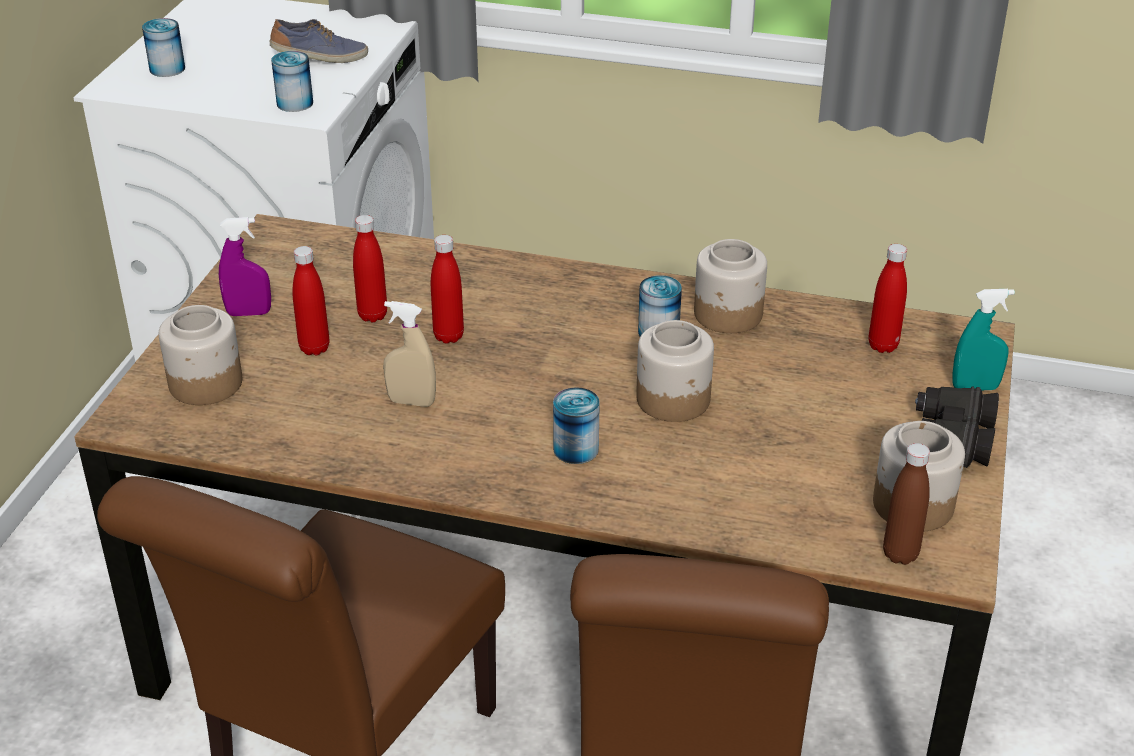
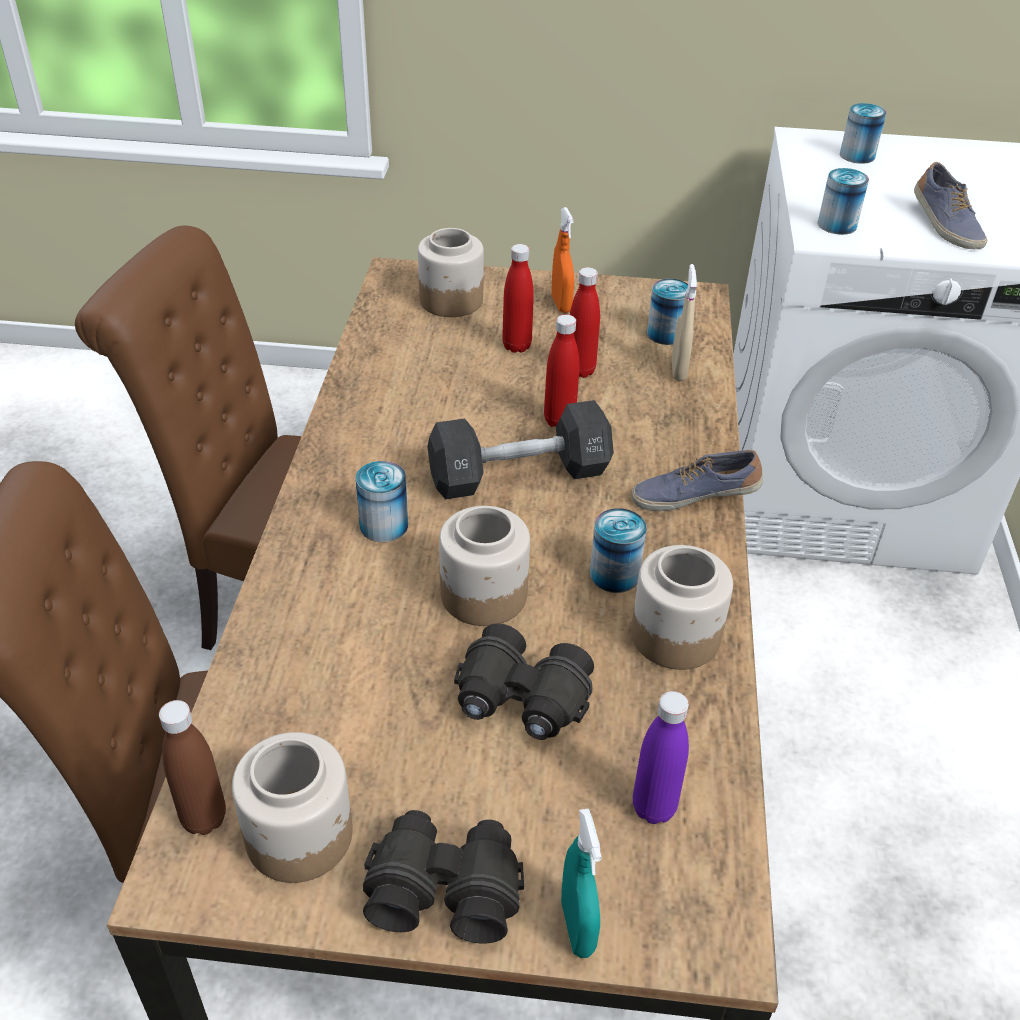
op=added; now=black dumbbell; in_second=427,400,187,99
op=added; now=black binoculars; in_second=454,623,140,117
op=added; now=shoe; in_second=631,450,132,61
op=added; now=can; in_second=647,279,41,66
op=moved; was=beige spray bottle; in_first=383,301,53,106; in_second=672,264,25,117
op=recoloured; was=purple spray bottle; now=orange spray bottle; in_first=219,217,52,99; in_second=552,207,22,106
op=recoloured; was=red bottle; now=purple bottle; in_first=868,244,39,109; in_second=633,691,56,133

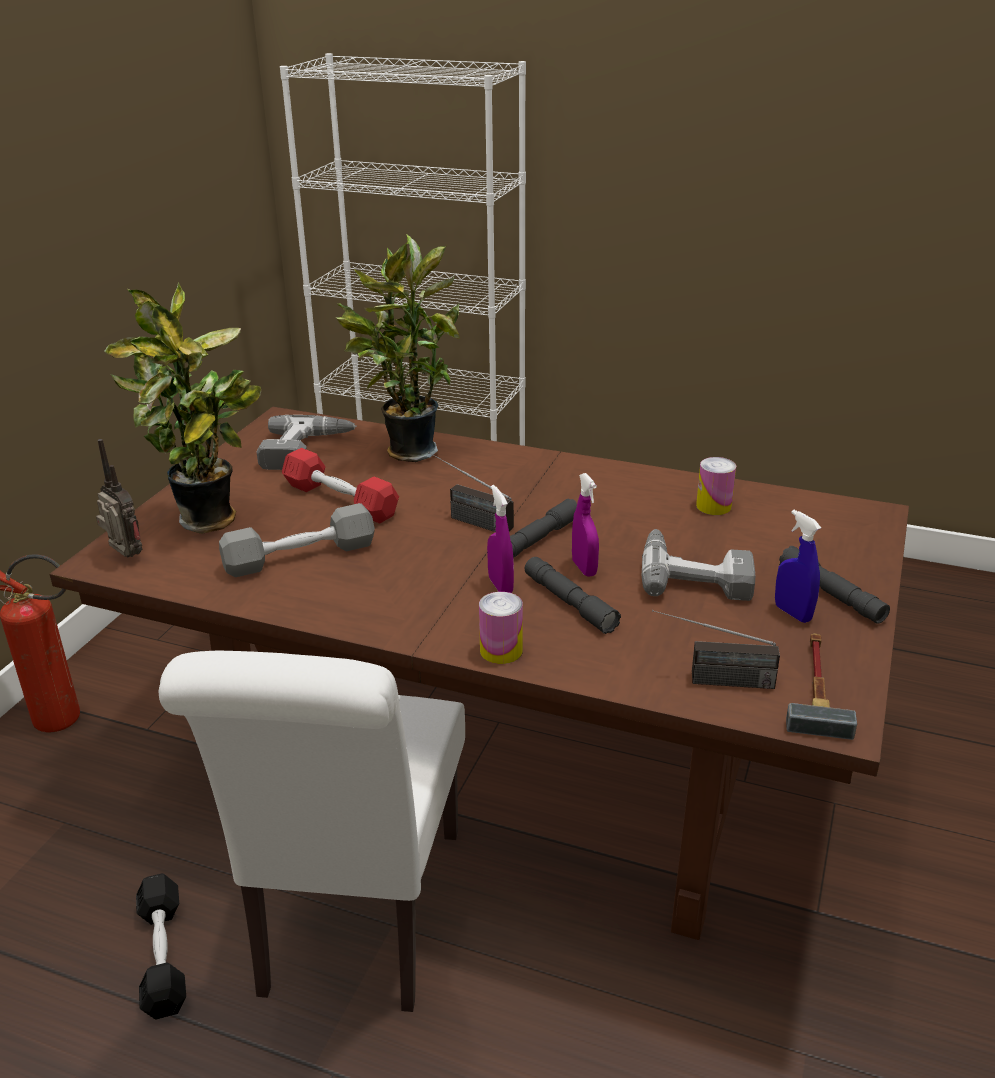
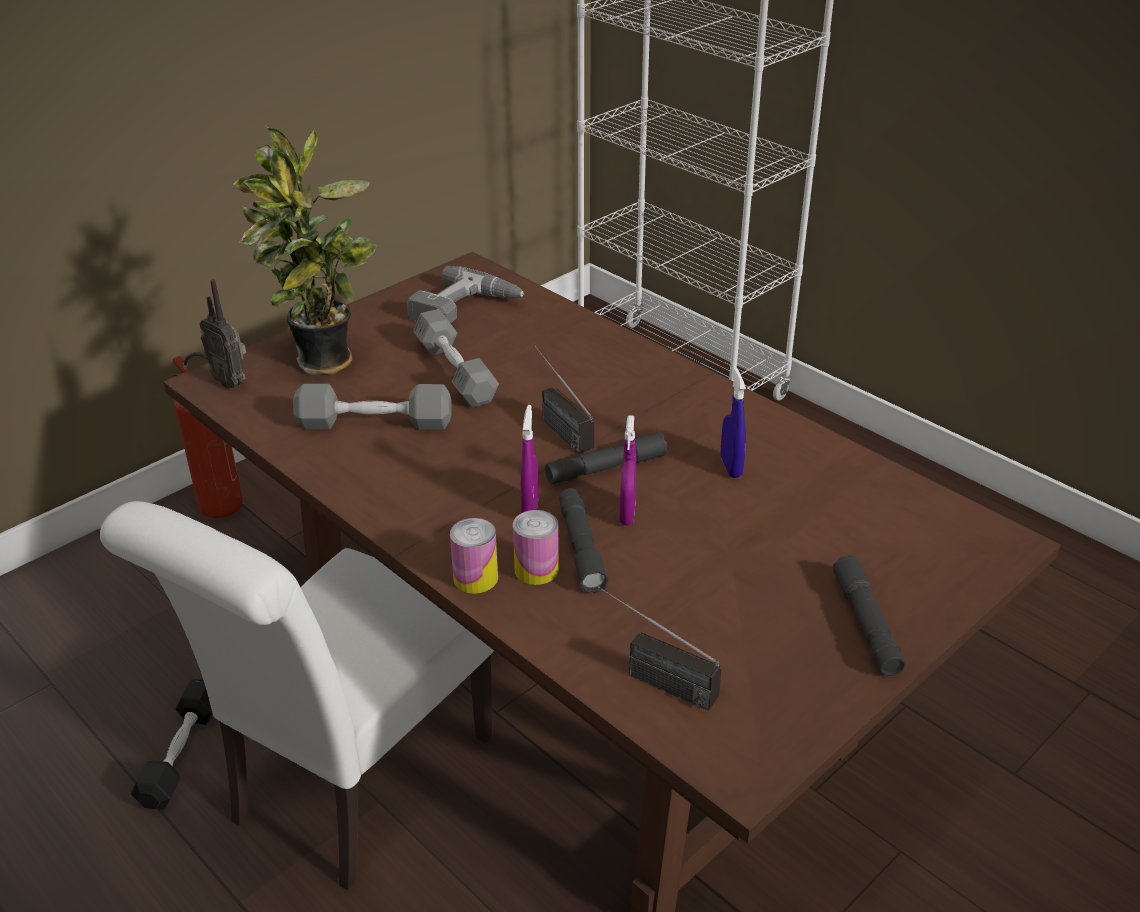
op=removed; was=potted plant; in_first=336,234,124,228
op=removed; was=power drill; in_first=642,529,113,72
op=removed; was=hammer; in_first=786,634,71,106
op=moved; was=can; in_first=696,457,40,58; in_second=513,510,46,75
op=moved; was=blue spray bottle; in_first=775,510,46,113; in_second=721,366,25,112
op=recoloured; was=red dumbbell; now=grey dumbbell; in_first=282,448,117,76; in_second=413,309,86,99
op=turned; was=radio; in_first=96,439,46,118; in_second=199,279,47,110; clockwise=150

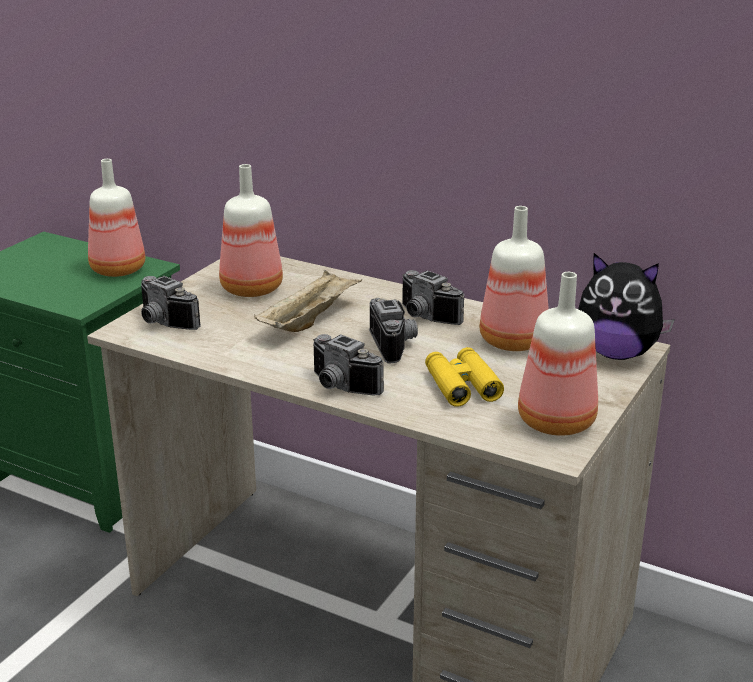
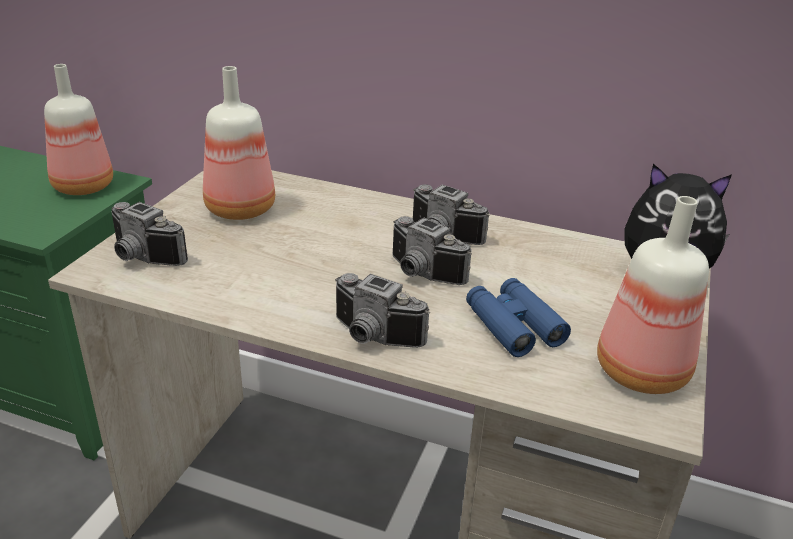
op=removed; was=beige tray; in_first=254,270,108,62
op=removed; was=bottle; in_first=479,206,70,145
op=recoloured; was=yellow binoculars; now=blue binoculars; in_first=425,347,79,60; in_second=466,278,105,79
op=turned; was=photo camera; in_first=369,298,49,66; in_second=392,216,80,69; clockwise=150

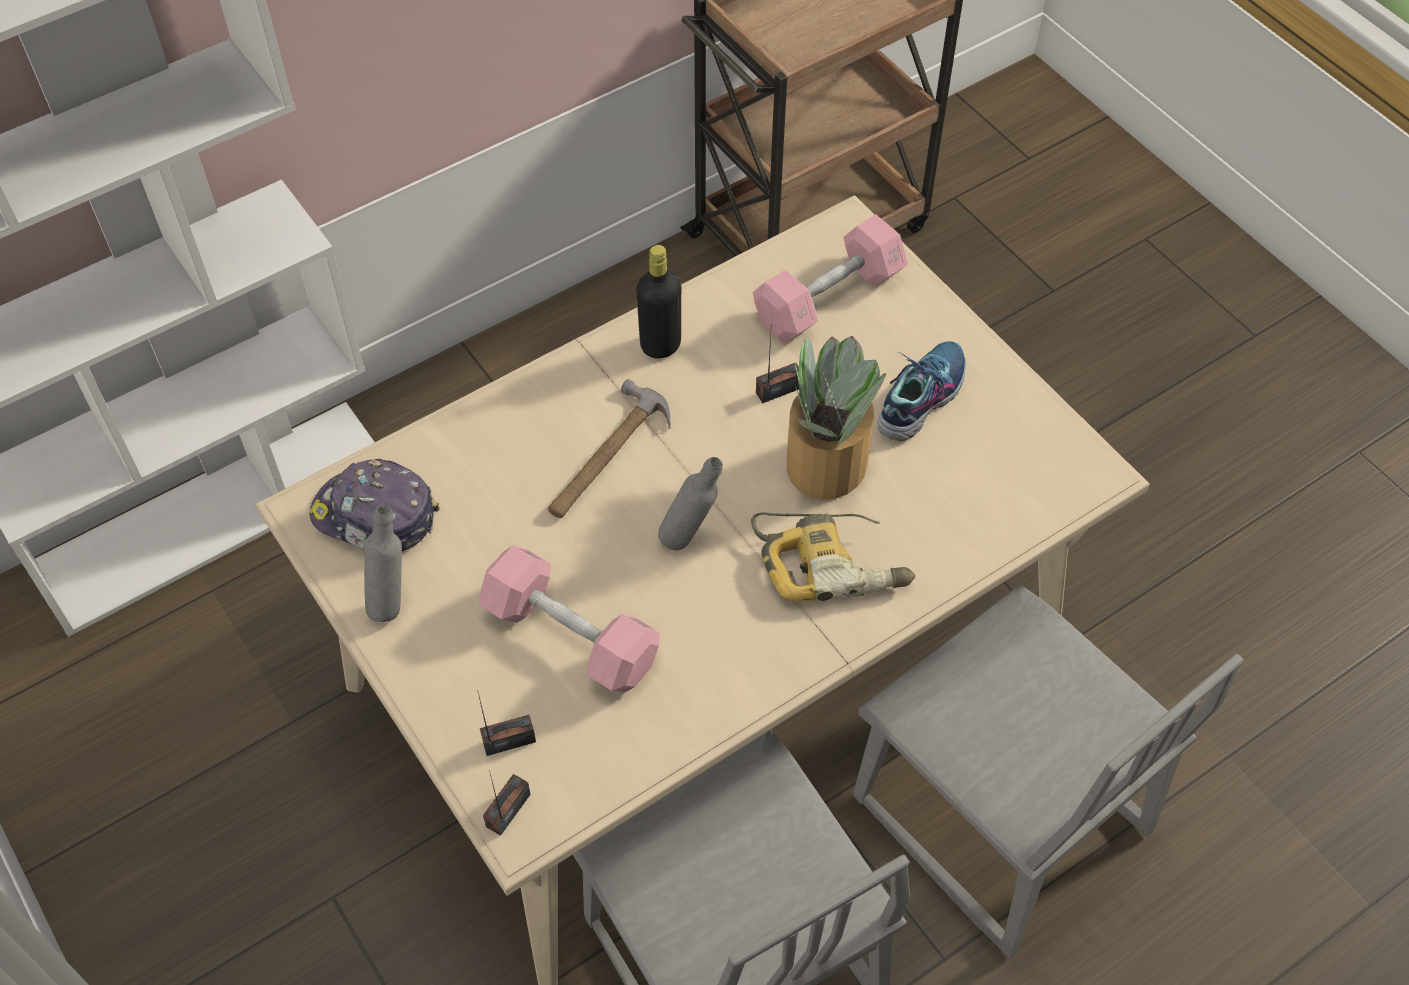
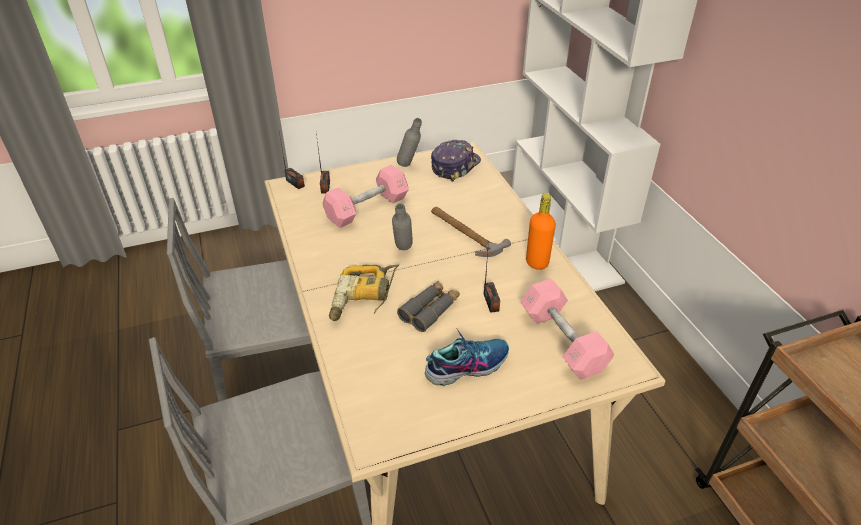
op=replaced; was=potted plant; now=grey binoculars; in_first=786,336,101,164; in_second=397,281,63,51
op=recoloured; was=black bottle; now=orange bottle; in_first=636,245,45,114; in_second=526,193,30,77
op=turned; was=shoe; in_first=877,341,89,100; in_second=425,328,84,58; clockwise=-75

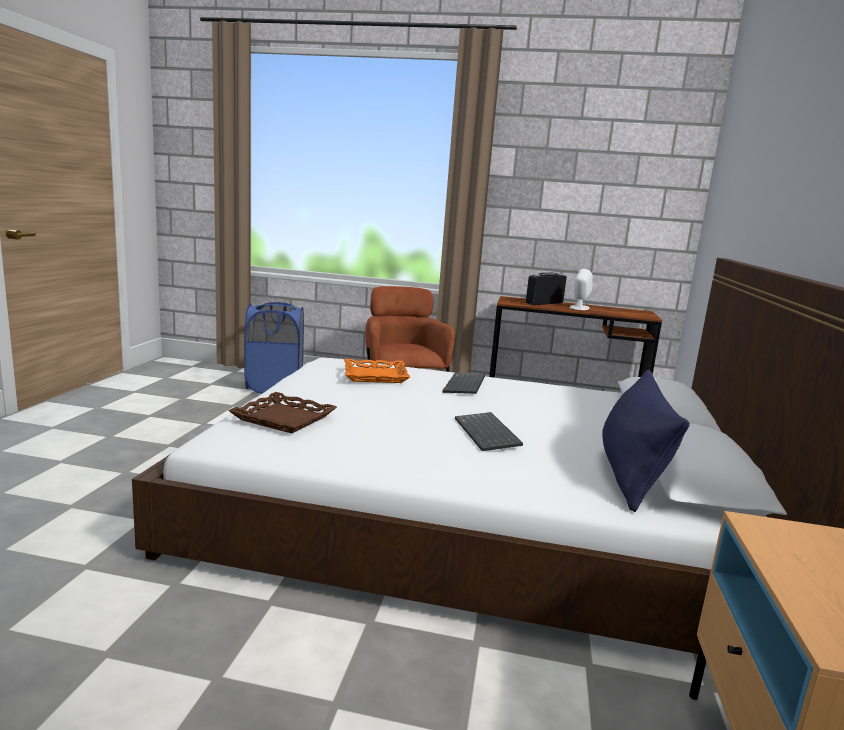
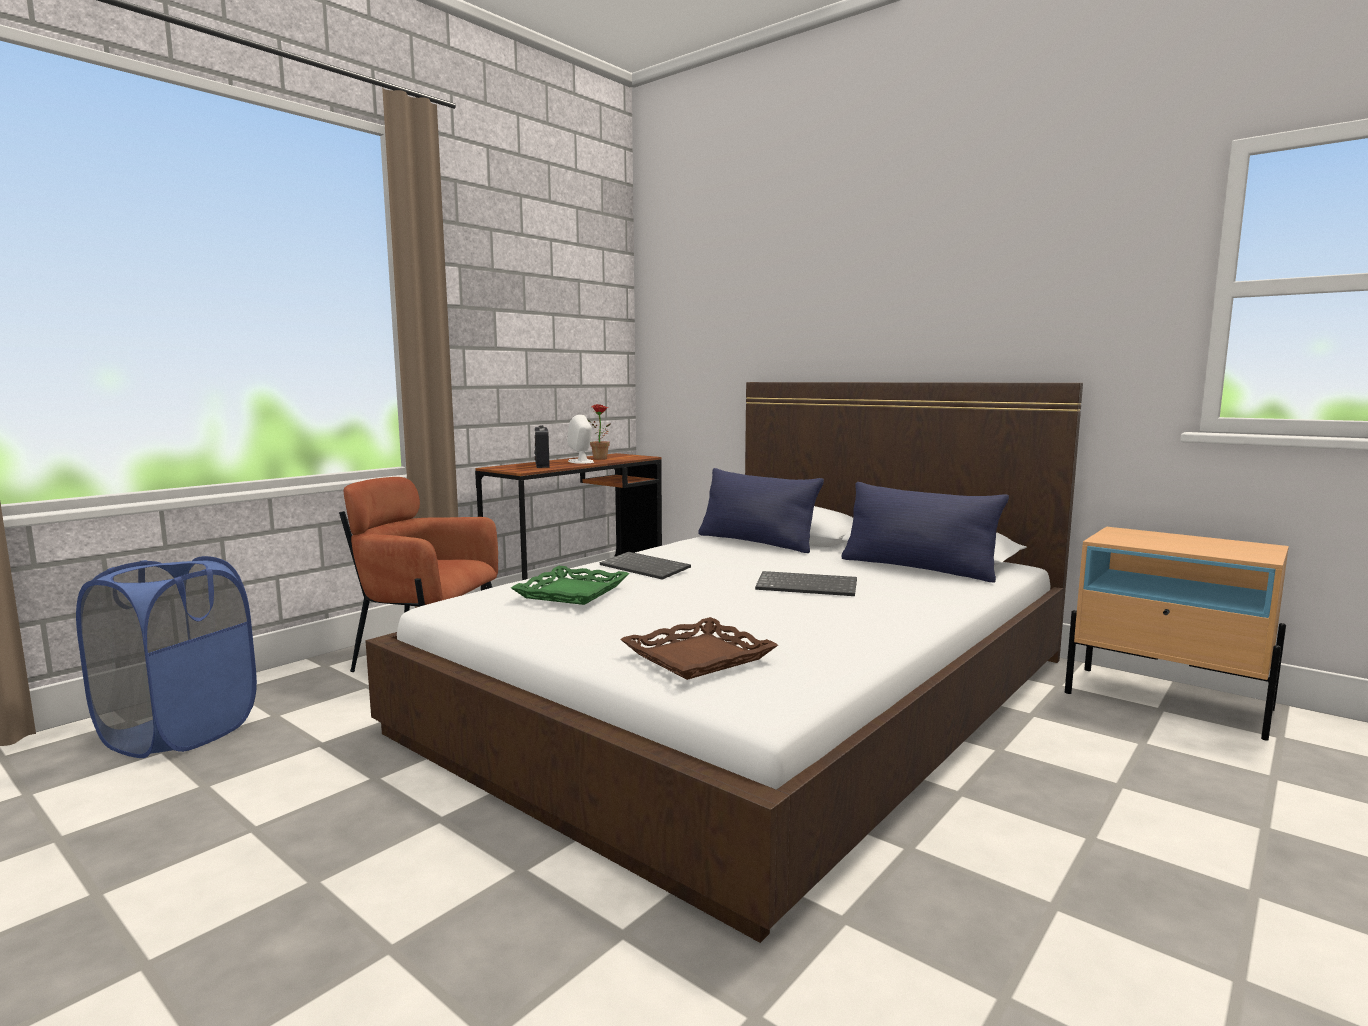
op=added; now=potted plant; in_second=587,404,24,56
op=added; now=blue pillow; in_second=698,468,126,85
op=recoloured; was=orange tray; now=green tray; in_first=344,359,66,24; in_second=511,566,119,39

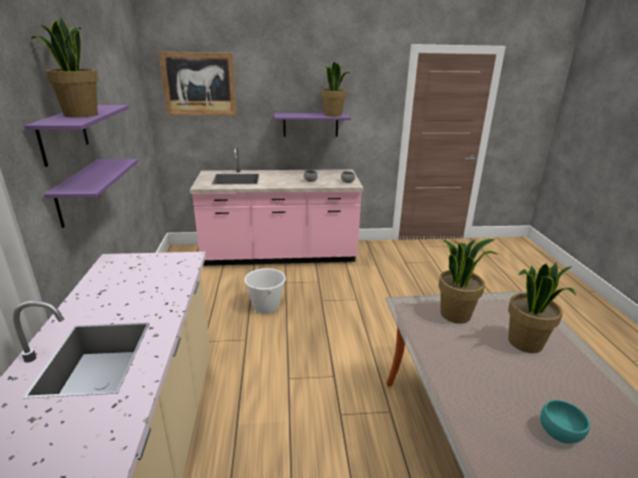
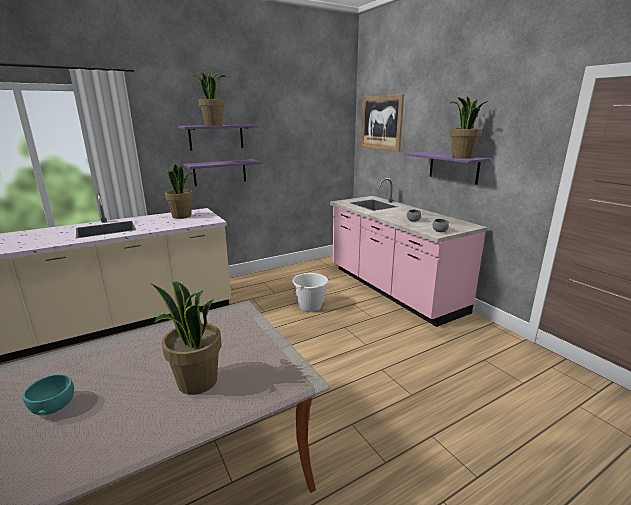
op=moved; was=potted plant; in_first=438,239,61,84; in_second=165,164,30,55

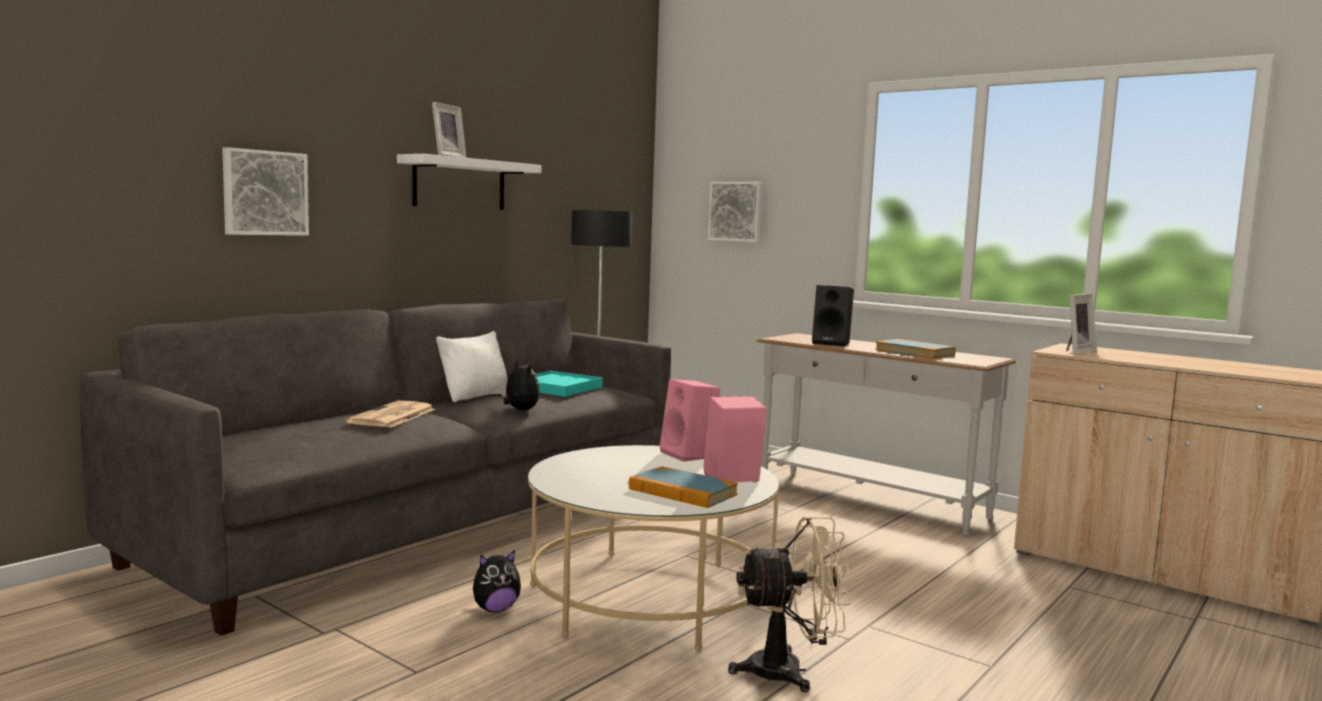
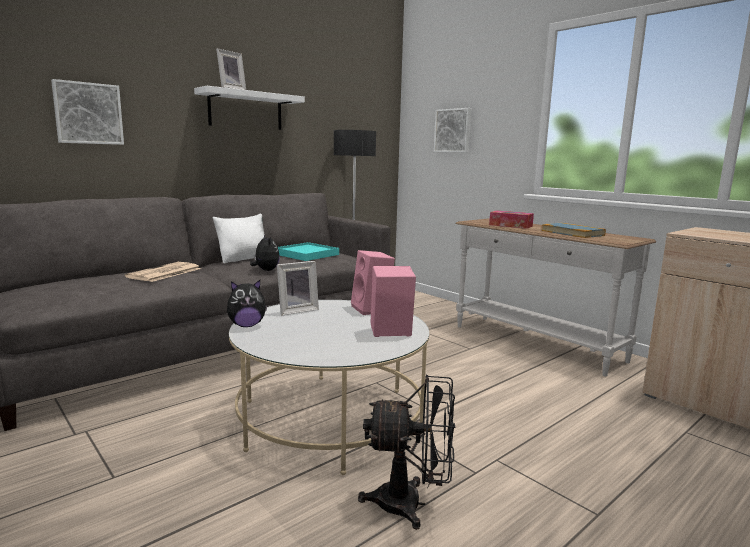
op=removed; was=book; in_first=629,466,109,42
op=moved; was=plush toy; in_first=473,550,48,63; in_second=227,280,40,47
op=moved; was=picture frame; in_first=1066,294,30,61; in_second=277,261,42,54
op=replaced; was=black speaker; now=tissue box; in_first=812,285,42,62; in_second=489,211,45,18
op=recoloured; was=beige fan; now=black fan; in_first=728,517,123,176; in_second=358,375,98,155

